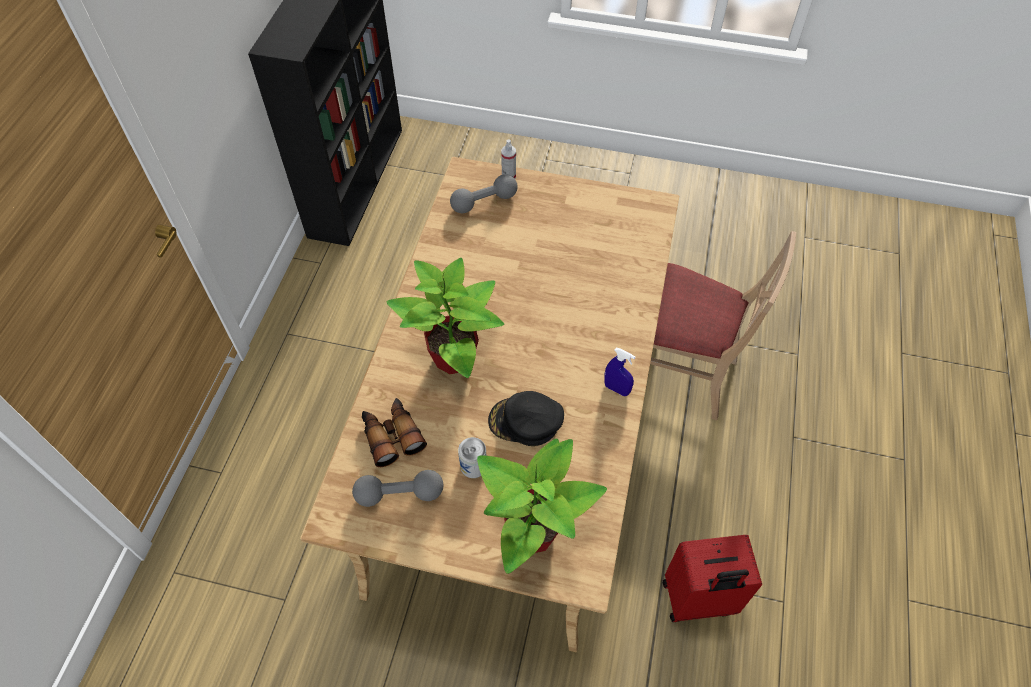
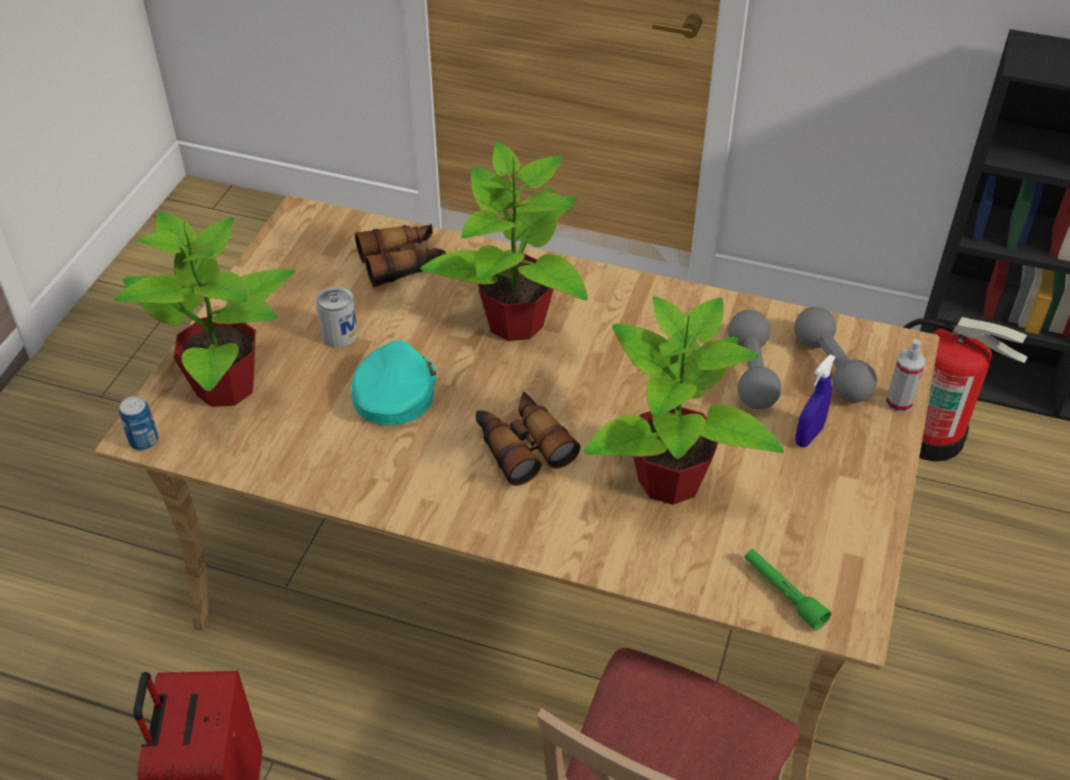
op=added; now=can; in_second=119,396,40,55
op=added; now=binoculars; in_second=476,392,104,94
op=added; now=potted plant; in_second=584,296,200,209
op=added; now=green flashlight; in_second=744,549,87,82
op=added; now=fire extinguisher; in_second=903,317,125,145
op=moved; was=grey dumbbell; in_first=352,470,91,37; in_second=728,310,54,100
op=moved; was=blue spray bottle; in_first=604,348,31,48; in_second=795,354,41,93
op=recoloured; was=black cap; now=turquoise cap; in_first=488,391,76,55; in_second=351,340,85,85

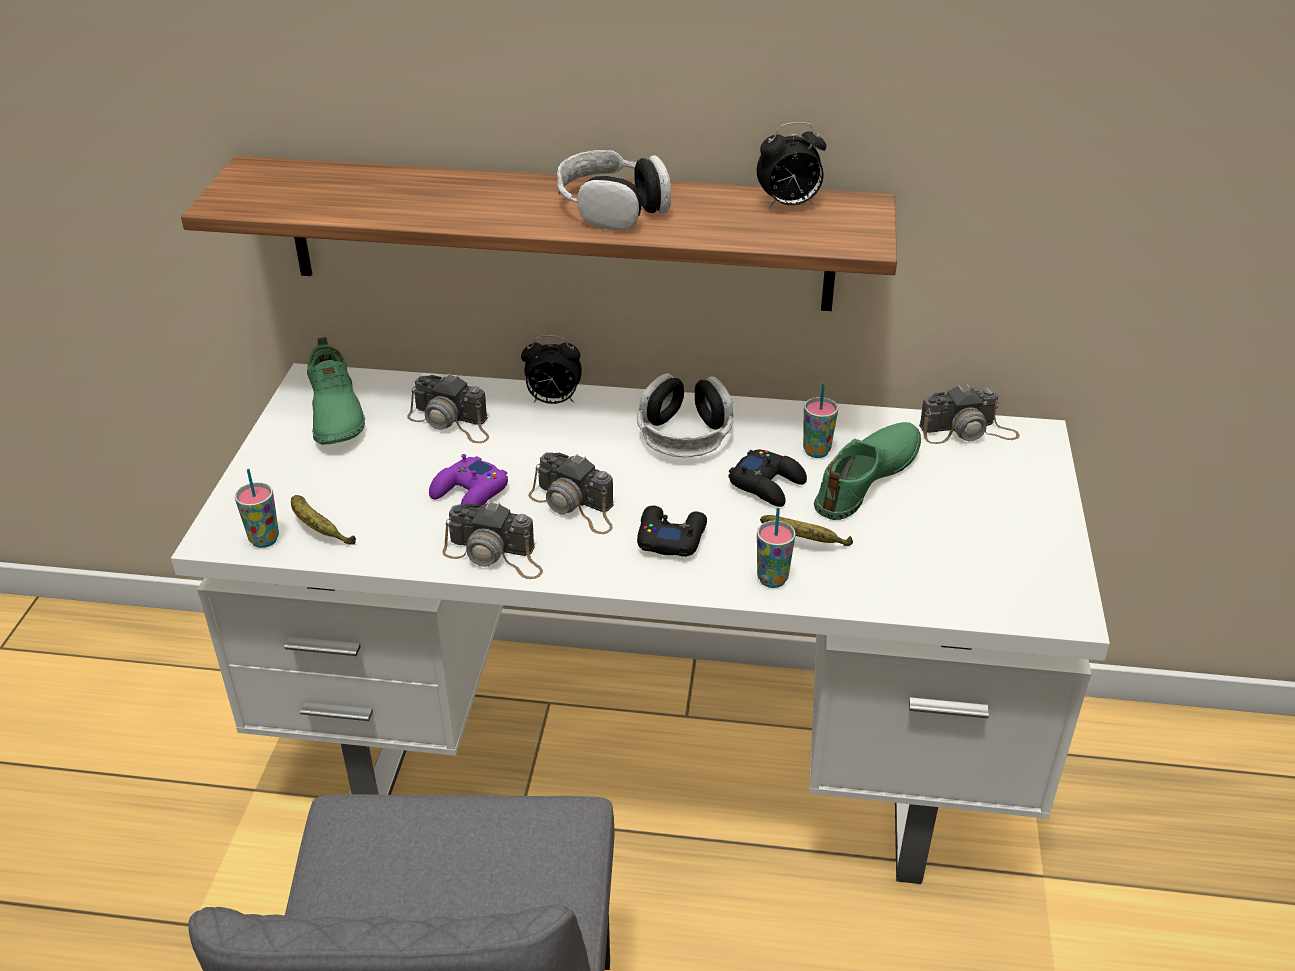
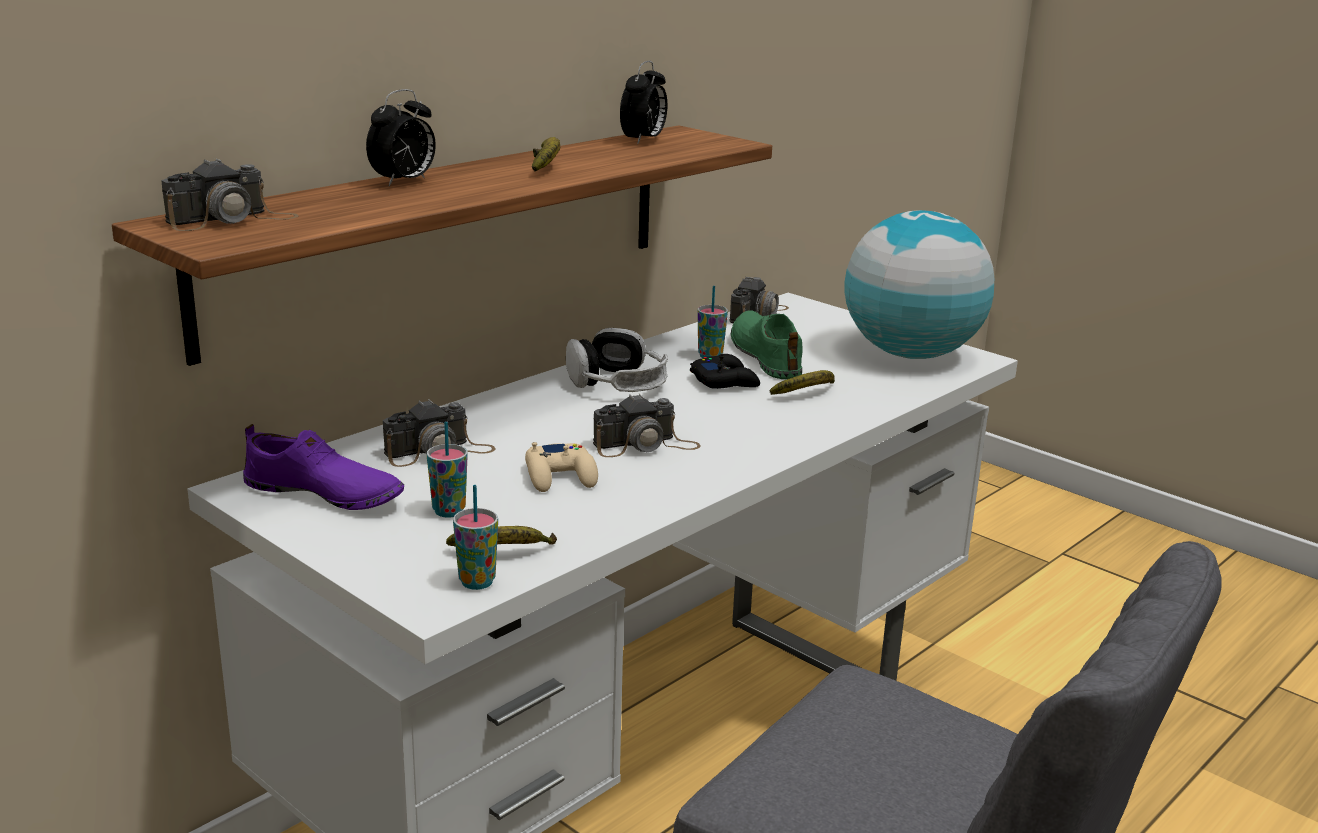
op=removed; was=black game controller; in_first=637,506,70,51
op=added; now=globe; in_second=845,210,149,149
op=moved; was=photo camera; in_first=442,501,101,78; in_second=161,158,138,73
op=moved; was=alarm clock; in_first=521,335,61,69; in_second=366,89,70,97
op=moved; was=cup; in_first=757,507,39,81; in_second=427,421,41,97
op=replaced; was=headphones; now=banana; in_first=557,150,114,80; in_second=532,137,28,35
op=recoloured; was=green shoe; now=purple shoe; in_first=307,337,58,108; in_second=243,424,161,86
op=recoloured; was=purple game controller; now=beige game controller; in_first=429,454,79,54; in_second=525,442,73,50

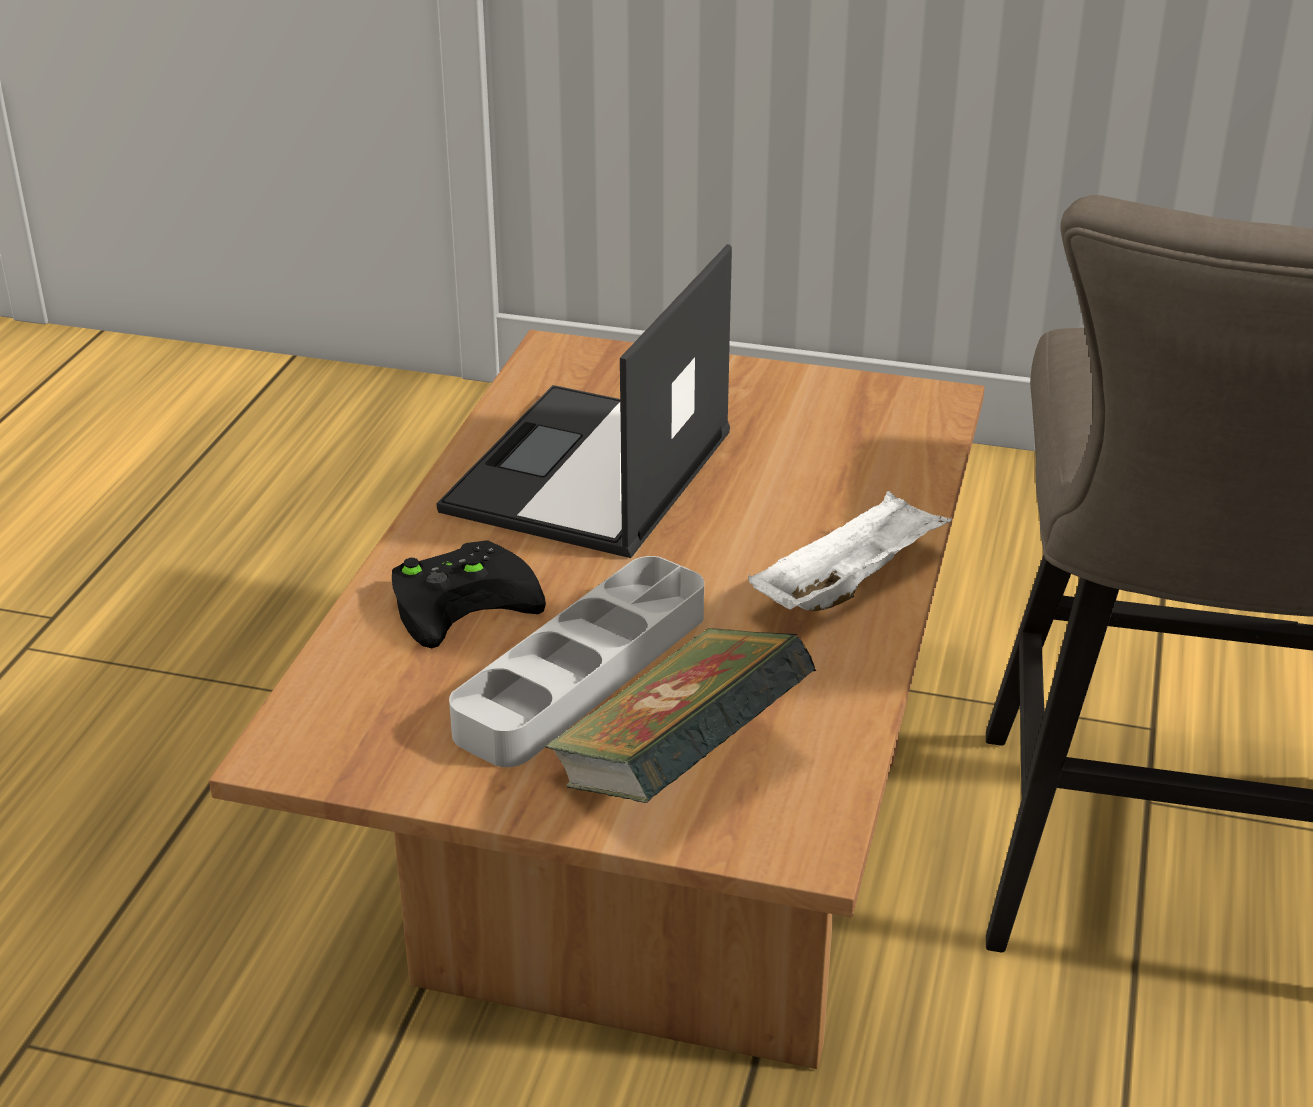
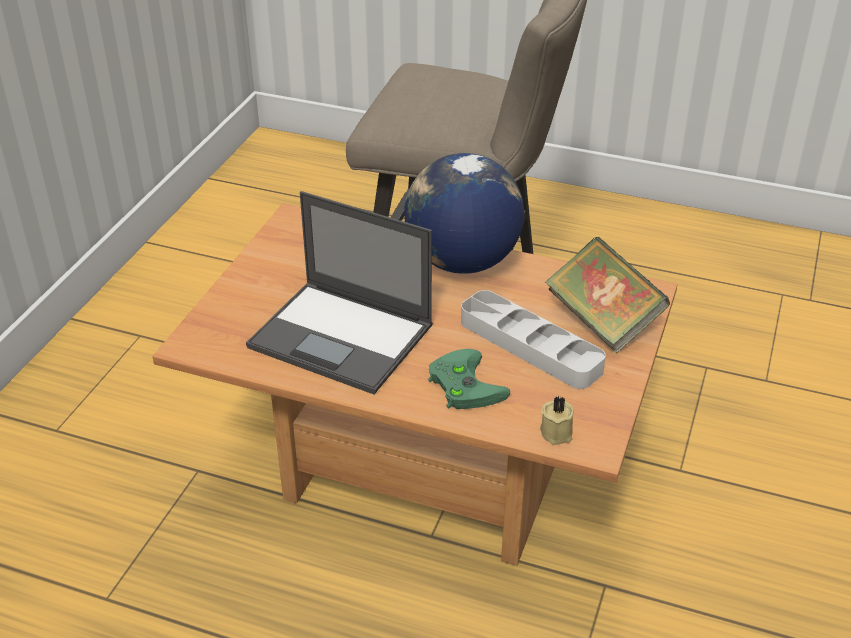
op=added; now=beige candle; in_second=540,396,34,49
op=replaced; was=white tray; now=globe; in_first=748,491,204,120; in_second=404,153,120,121
op=recoloured; was=black game controller; now=green game controller; in_first=392,540,154,108; in_second=428,349,82,60

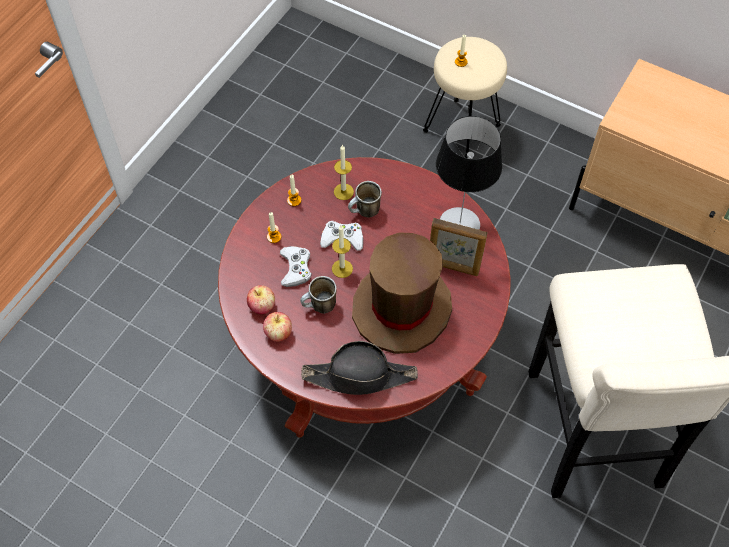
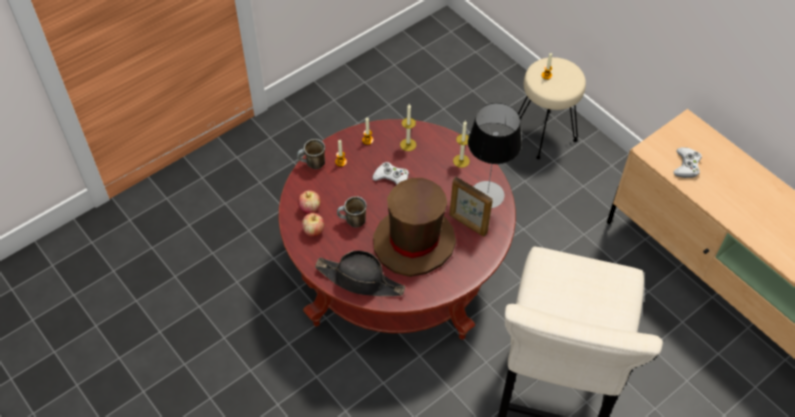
op=moved; was=white game controller; in_first=280,246,32,41; in_second=673,147,29,31
op=moved; was=candle; in_first=332,225,21,53; in_second=453,121,17,47
op=moved; was=mug; in_first=348,181,34,36; in_second=297,139,28,30

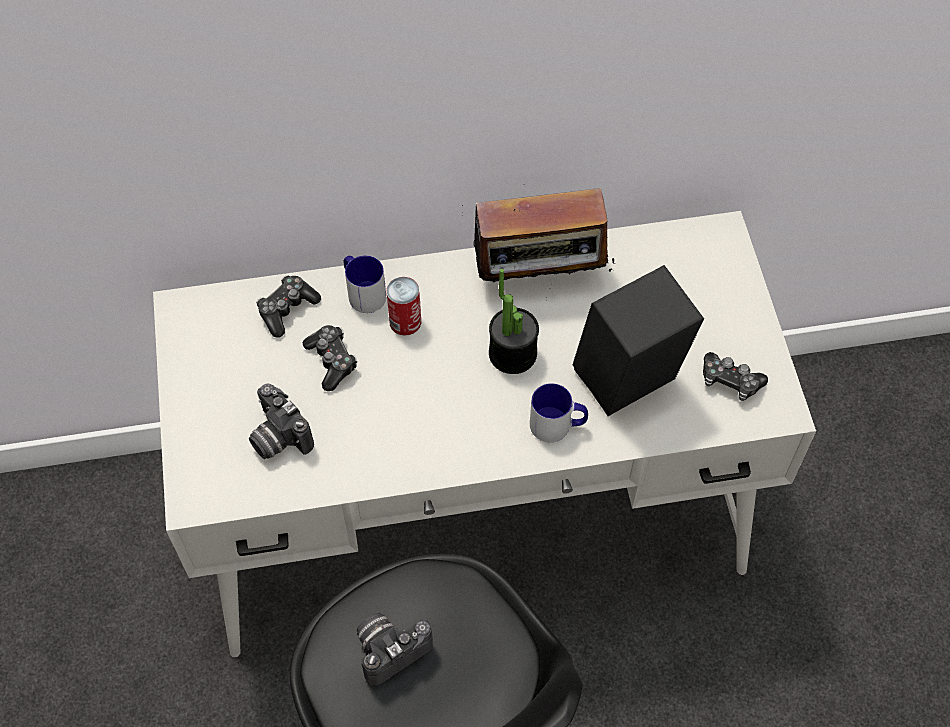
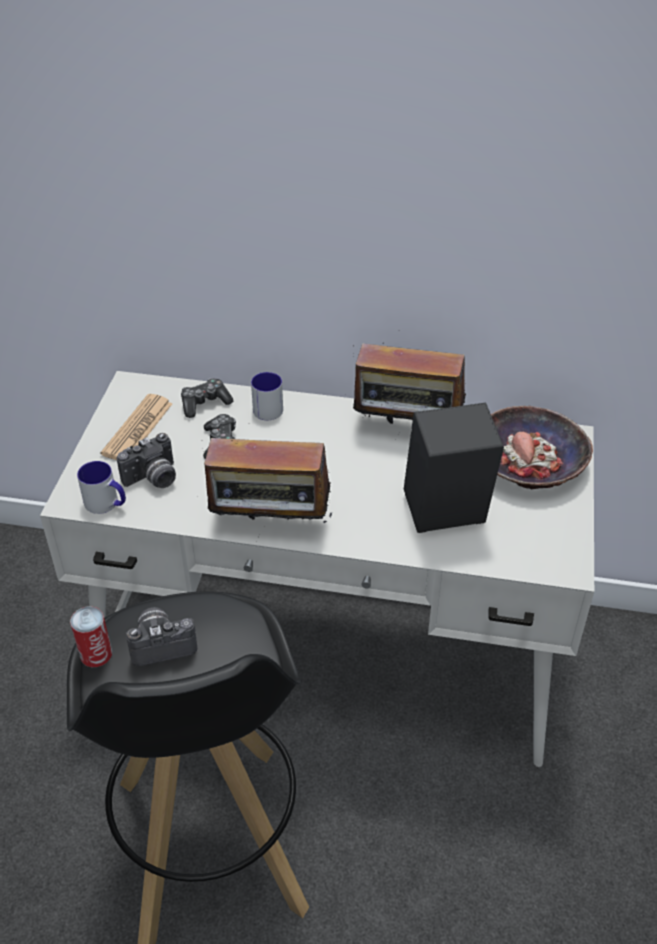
op=removed; was=potted plant; in_first=489,269,50,105
op=removed; was=game controller; in_first=703,352,65,49
op=added; now=newspaper; in_second=101,394,72,66
op=added; now=radio; in_second=204,438,128,97
op=added; now=bowl; in_second=491,406,102,83
op=moved; was=can; in_first=386,277,35,59; in_second=70,606,42,61
op=moved; was=mug; in_first=530,383,58,59; in_second=77,461,49,53
op=turned; was=photo camera; in_first=249,384,65,75; in_second=117,433,59,55; clockwise=-105

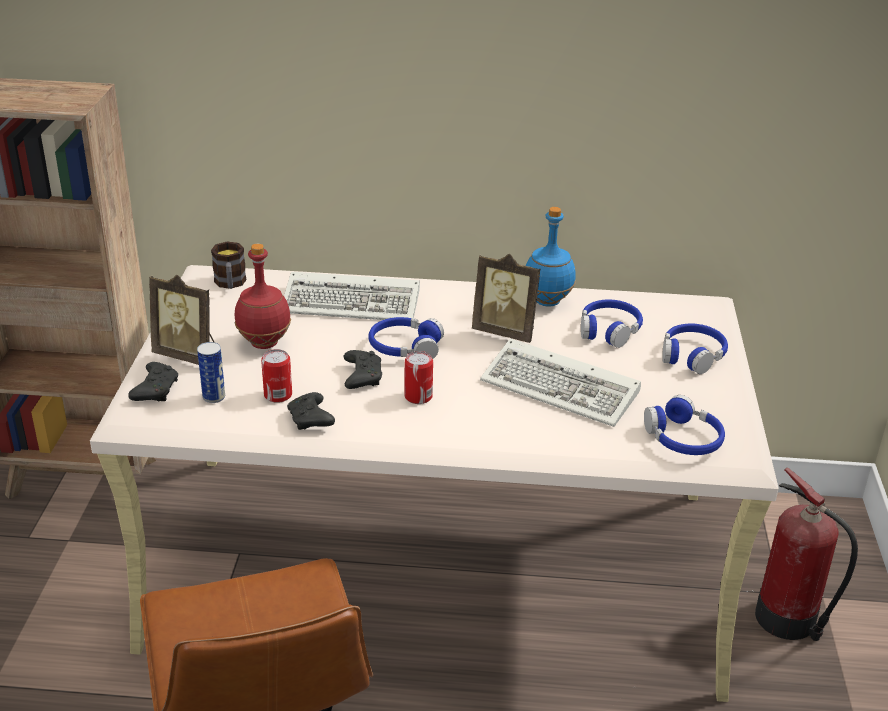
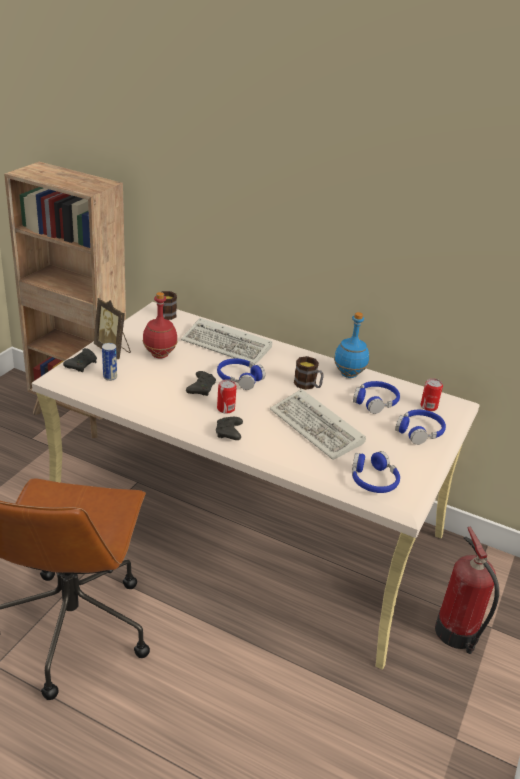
op=moved; was=can; in_first=261,349,31,54; in_second=420,378,23,33
op=moved; was=black game controller; in_first=287,392,48,38; in_second=216,417,27,23
op=replaced; was=picture frame; now=mug; in_first=472,254,69,89; in_second=294,356,30,34

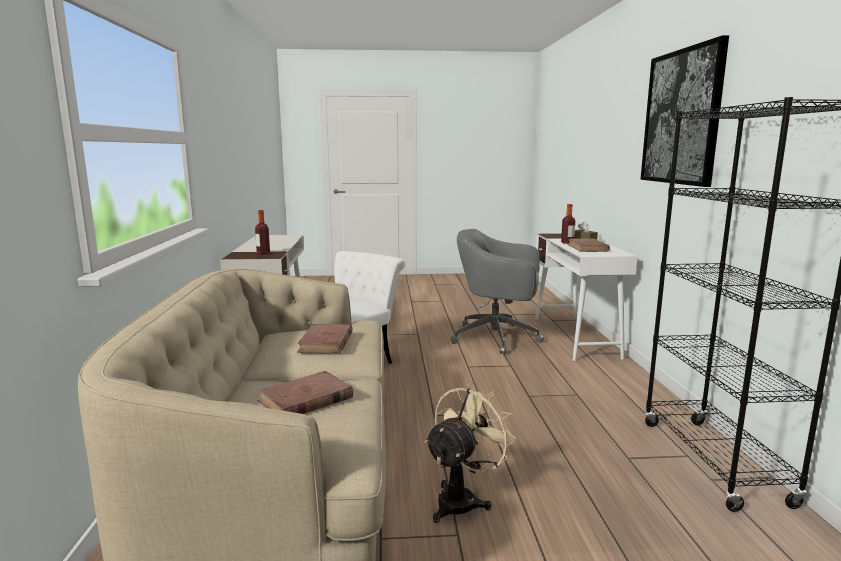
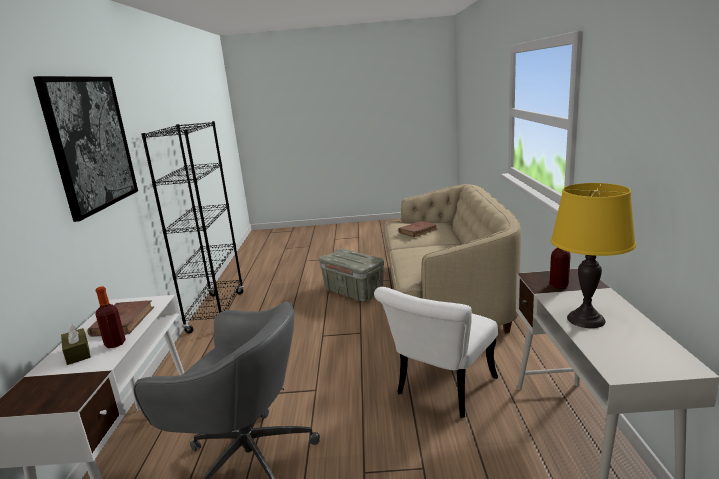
op=removed; was=brown book; in_first=297,324,56,29
op=added; now=yellow table lamp; in_second=551,183,85,145
op=replaced; was=beige fan; now=grey storage box; in_first=424,383,93,140; in_second=319,249,65,53

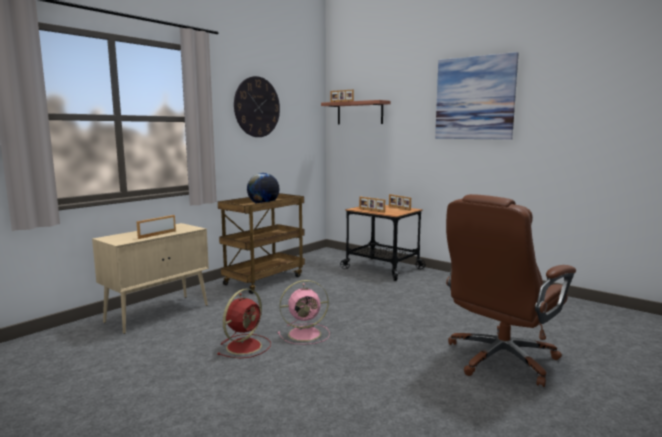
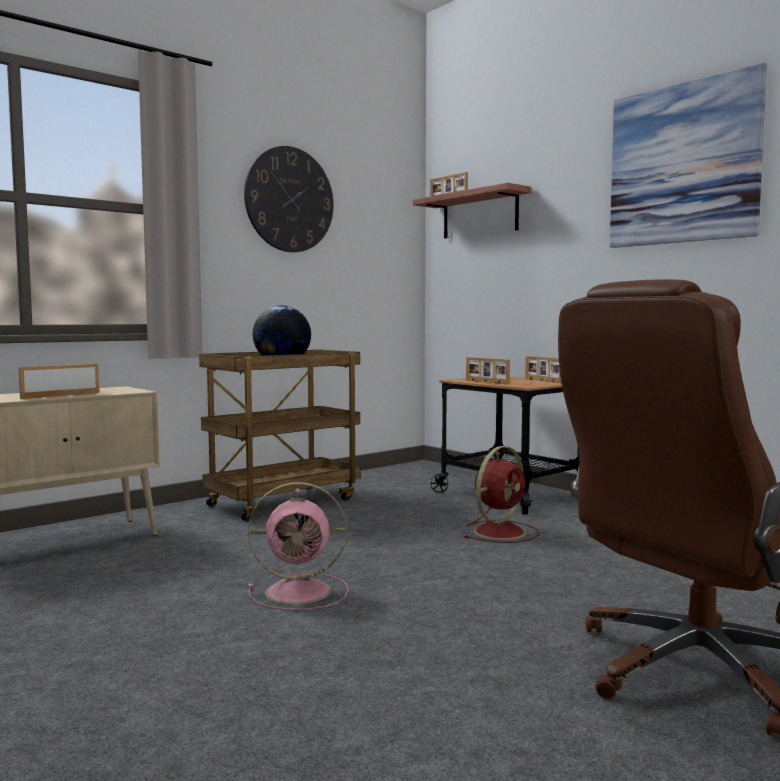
op=moved; was=red fan; in_first=217,289,54,69; in_second=463,446,76,97

